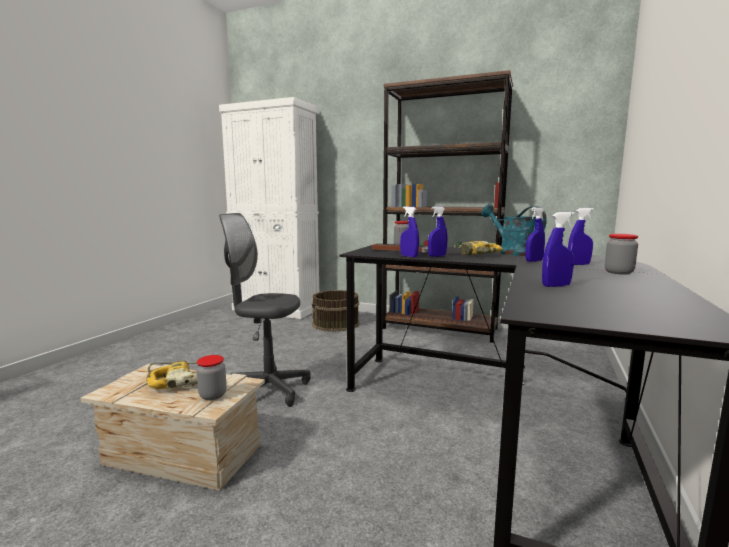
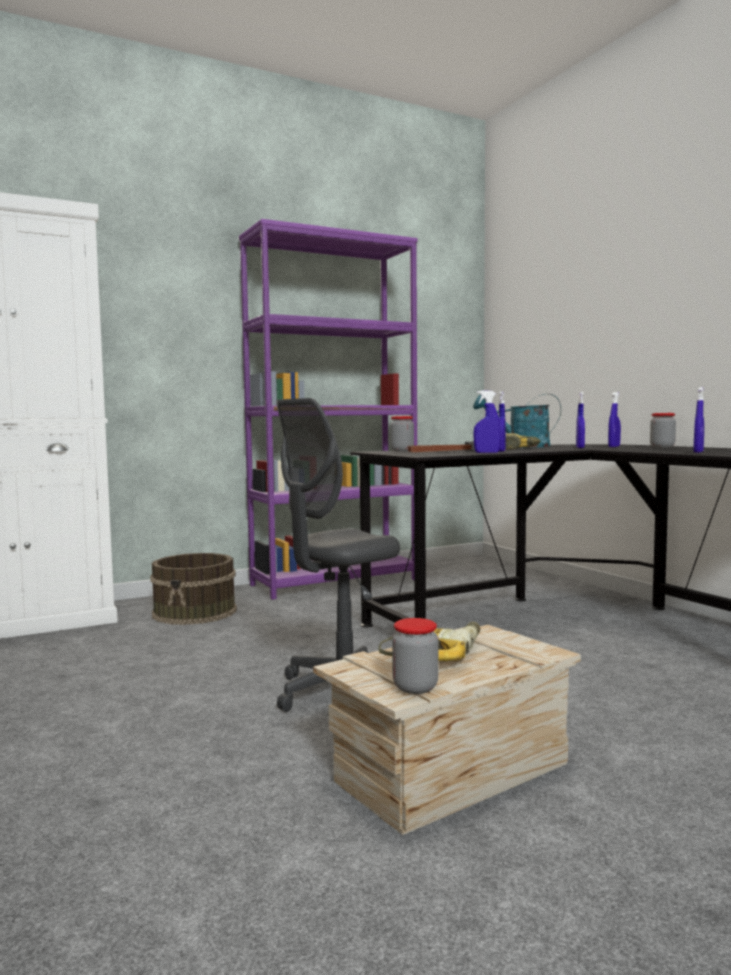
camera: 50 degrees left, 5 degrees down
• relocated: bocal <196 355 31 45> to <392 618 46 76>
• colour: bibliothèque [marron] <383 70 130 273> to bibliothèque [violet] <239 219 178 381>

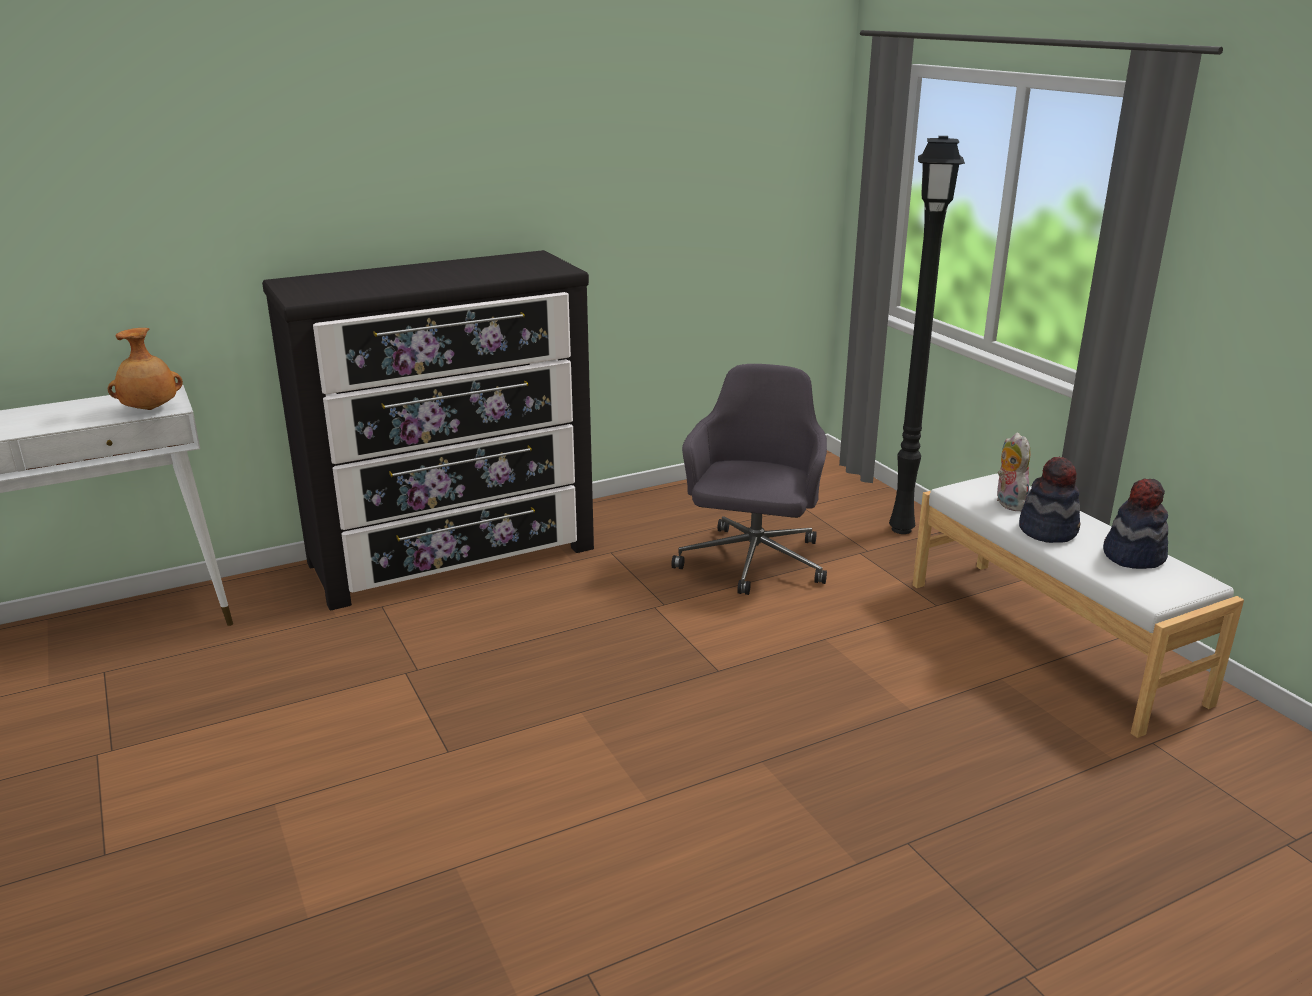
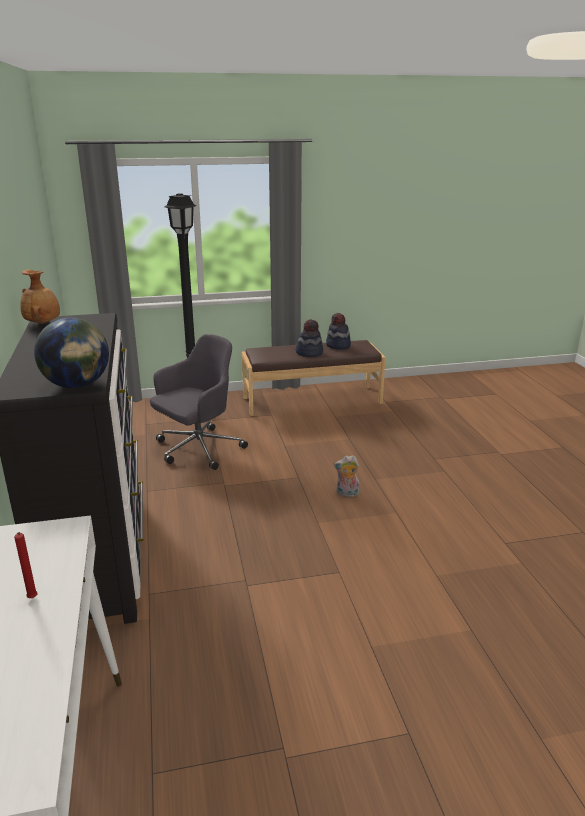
camera: 75 degrees left, 0 degrees up
• appeared: bougie [rouge] <14 532 24 66>
• appeared: globe <34 318 75 70>
• relocated: vase [marron] <108 328 75 82> to <20 269 40 55>
• relocated: peluche <997 433 34 78> to <334 455 25 42>
• colour: banc [blanc] <912 473 332 265> to banc [marron] <242 340 144 76>
• spun: chaise de bureau [gris] <671 364 156 231> = <150 334 98 136> 105 degrees clockwise

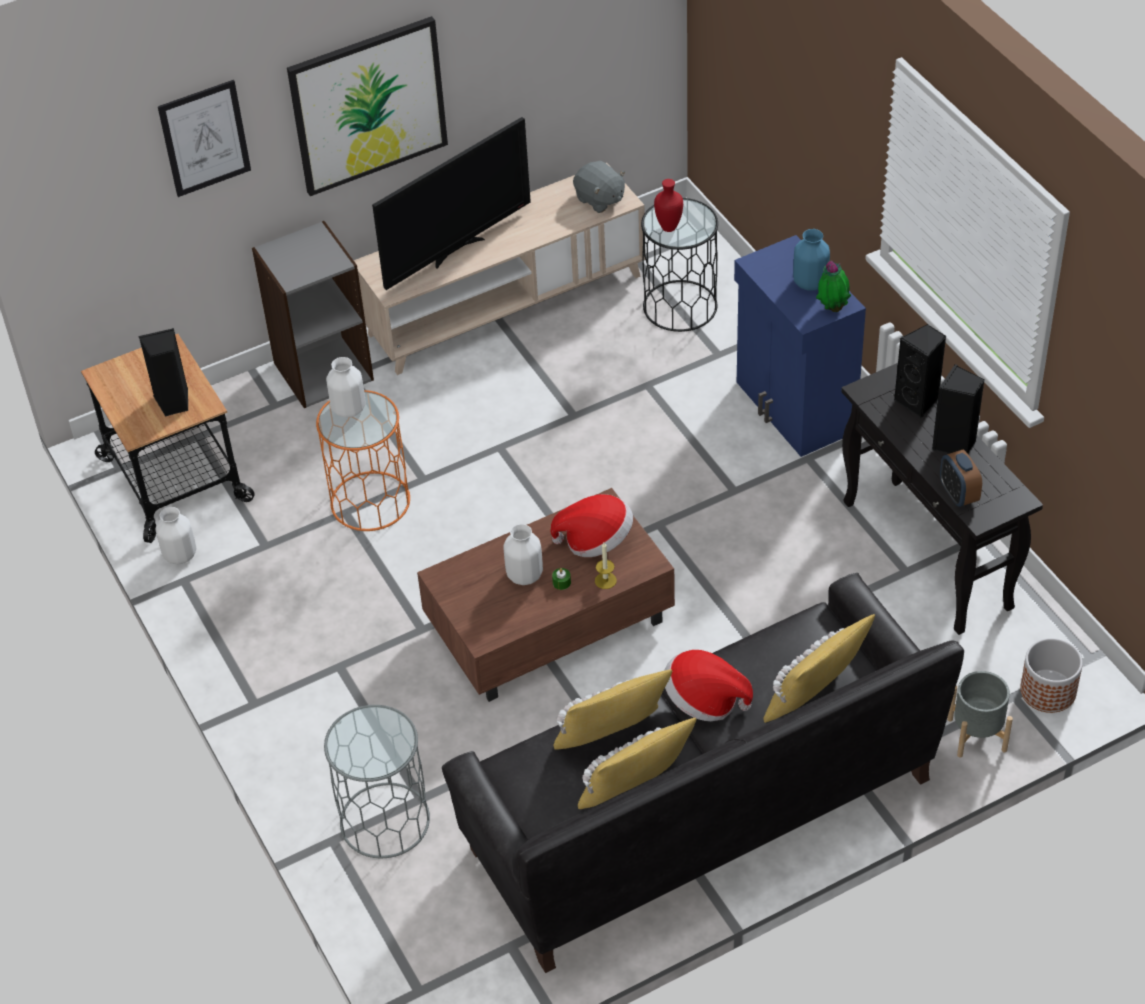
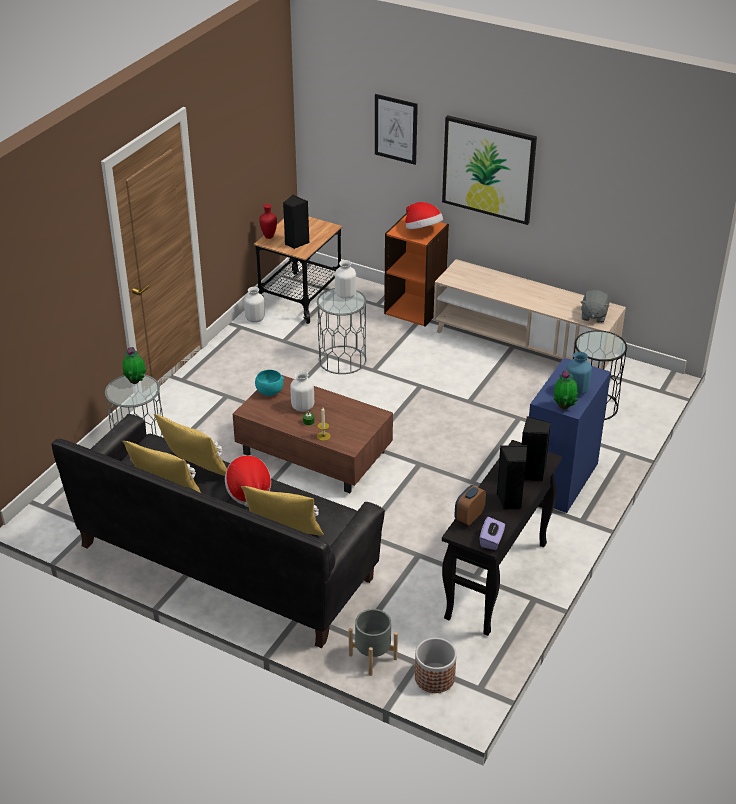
camera: 55 degrees right, 10 degrees down
• missing: téléviseur <372 117 159 173>
• appeared: plante en pot <123 347 24 37>
• appeared: bol [turquoise] <255 370 29 26>
• appeared: boîte à mouchoirs [violet] <480 517 25 33>
• relocated: chapeau <551 494 82 63> to <405 202 38 27>
• relocated: vase [rouge] <654 179 29 53> to <259 204 18 35>
• colour: bibliothèque [gris] <252 221 122 187> to bibliothèque [orange] <384 213 65 114>
• colour: table d'appoint [orange] <316 390 94 141> to table d'appoint [gris] <317 288 50 86>

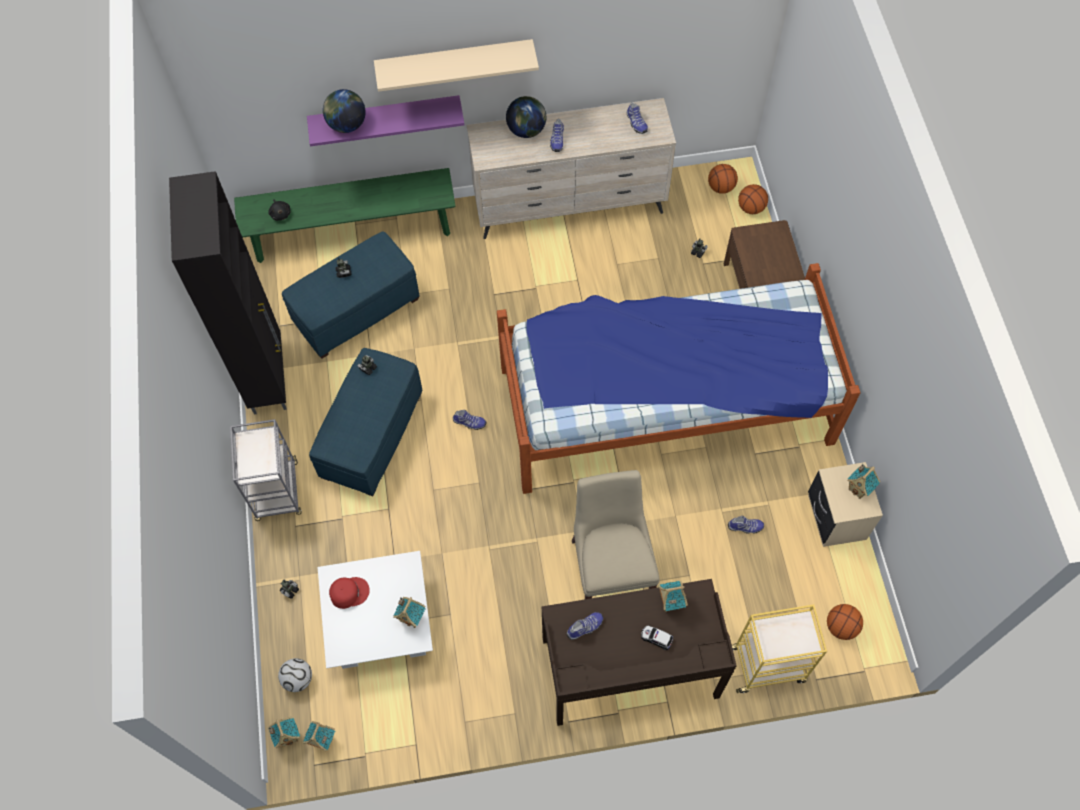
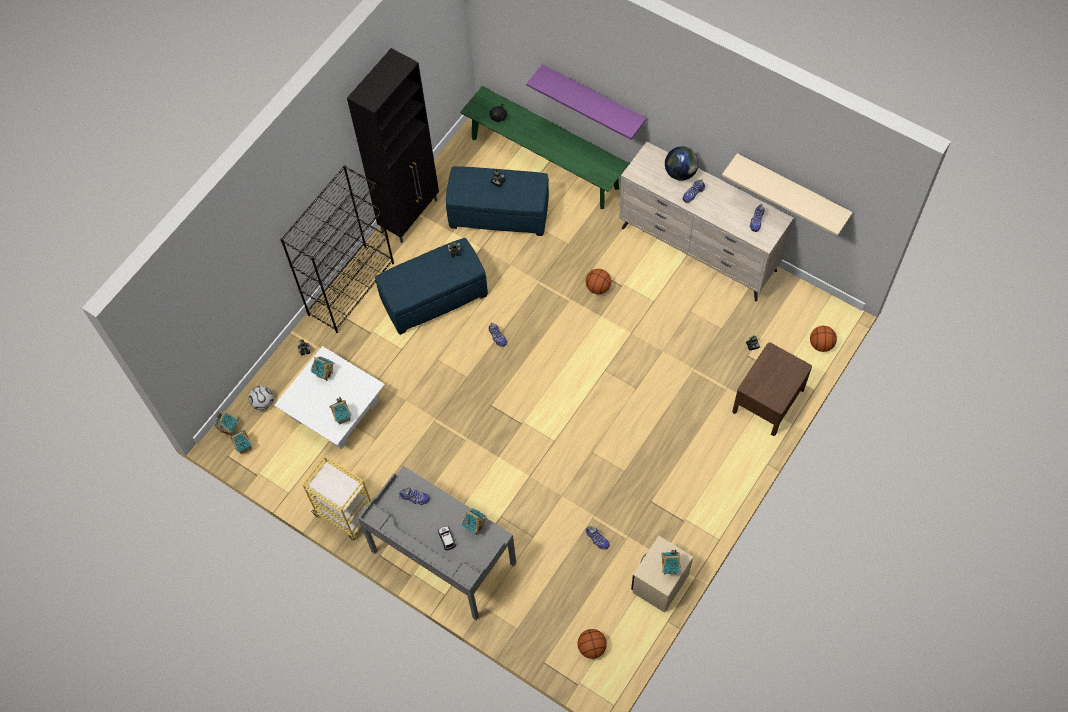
camera: 45 degrees right, 0 degrees up
• missing: globe <323 89 43 44>
• missing: lit <497 263 364 231>
• missing: chaise [beige] <572 470 88 129>
• relocated: étagère [beige] <374 39 165 53> to <722 153 131 83>
• relocated: ballon de basket <708 164 30 30> to <586 269 25 25>
• relocated: chariot [jaune] <732 604 95 89> to <302 456 69 84>
• exchanged: chariot [gris] <230 419 72 102> to bibliothèque [noir] <280 165 114 168>
• exchanged: casquette [rouge] <329 577 41 32> to maison miniature <310 356 24 25>
• colour: bureau [marron] <542 579 195 147> to bureau [gris] <358 466 158 154>

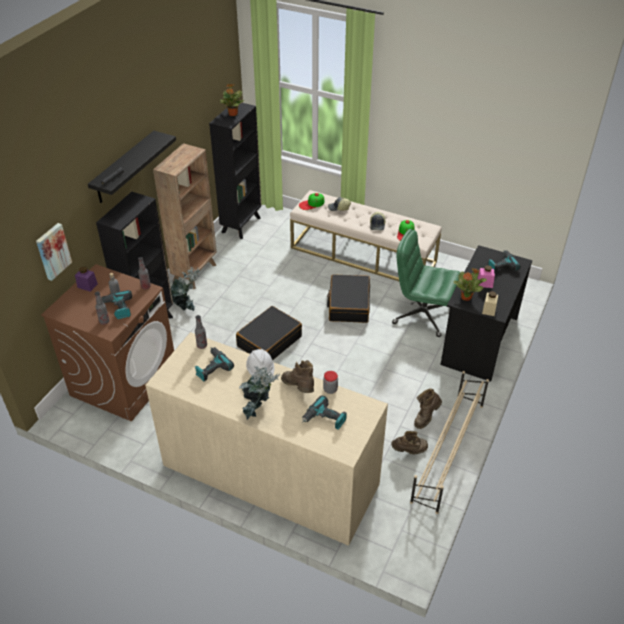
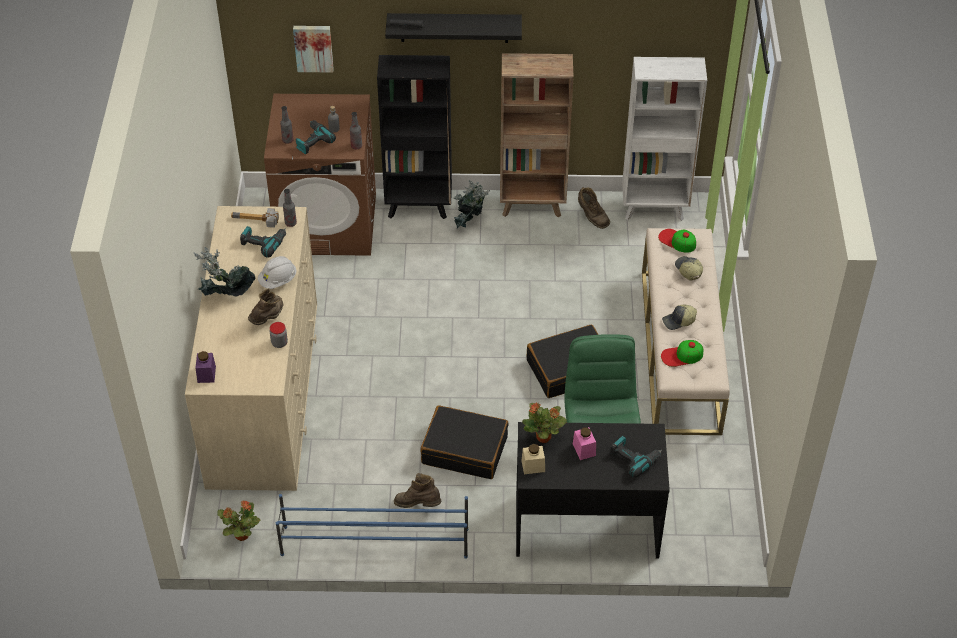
camera: 65 degrees right, 5 degrees up
• missing: perceuse <302 395 45 35>
• appeared: marteau <231 208 48 20>
• relocated: bocal [violet] <75 266 23 26> to <196 351 20 32>
• relocated: plante en pot <219 84 25 32> to <218 500 43 41>
• relocated: valise [noir] <236 306 66 54> to <421 405 88 74>
• relocated: botte [marron] <391 431 37 24> to <578 187 32 42>
• colour: bibliothèque [noir] <209 102 52 137> to bibliothèque [blanc] <622 57 85 164>
• colour: étagère à chaussures [beige] <410 371 79 143> to étagère à chaussures [bleu] <276 494 192 65>

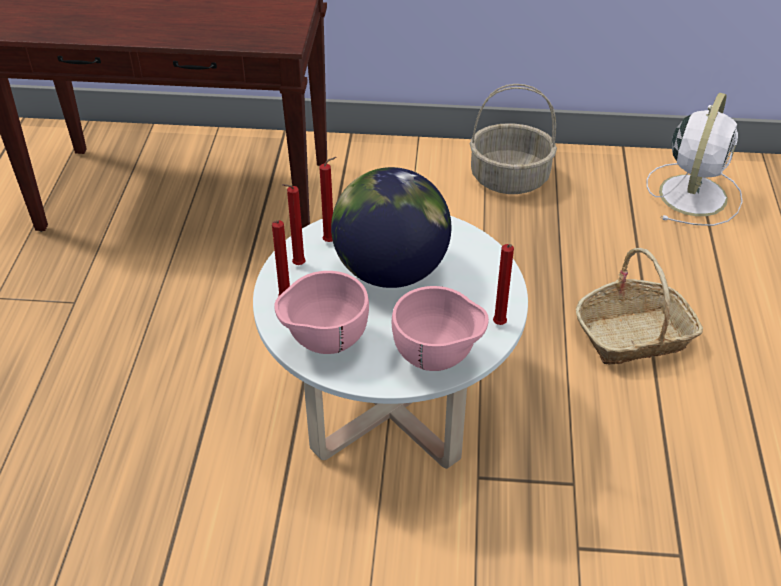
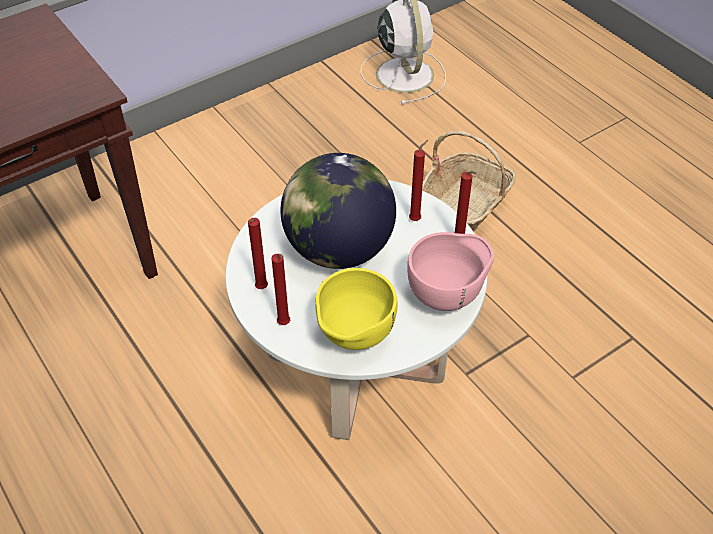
camera: 40 degrees left, 5 degrees up
• missing: panier <470 84 87 110>
• relocated: bougie [rouge] <319 157 17 85> to <409 140 19 81>
• colour: bol [rose] <274 271 95 83> to bol [jaune] <315 268 83 82>

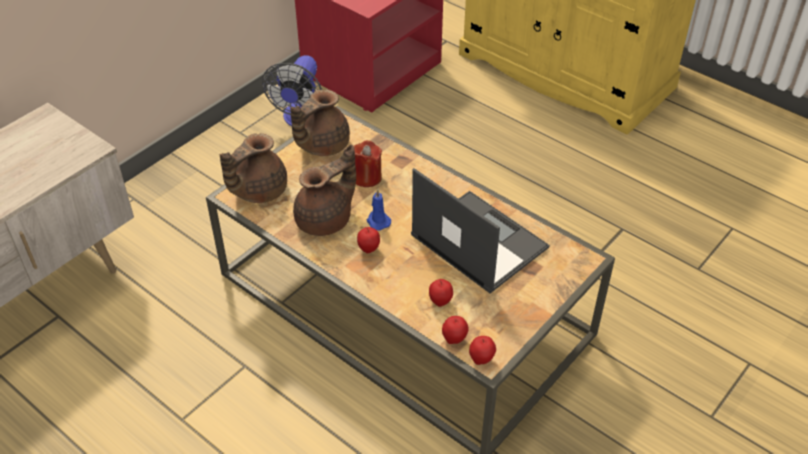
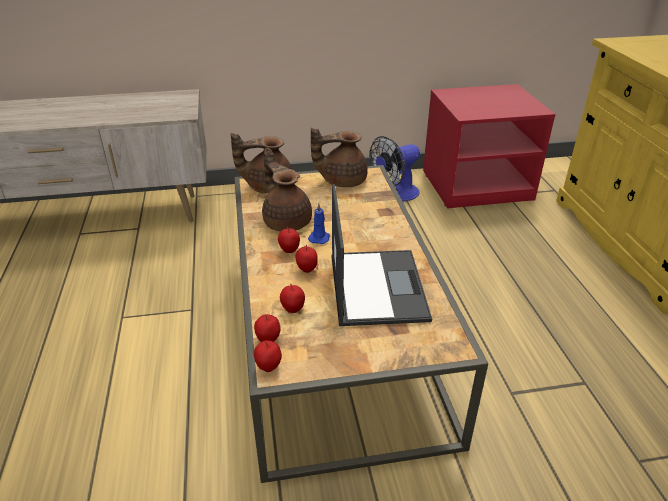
camera: 40 degrees right, 10 degrees down
• missing: bougie [rouge] <354 140 28 47>
• appeared: pomme <296 245 22 28>
• spun: théière [marron] <293 144 63 92> = <262 148 50 83> 120 degrees counterclockwise

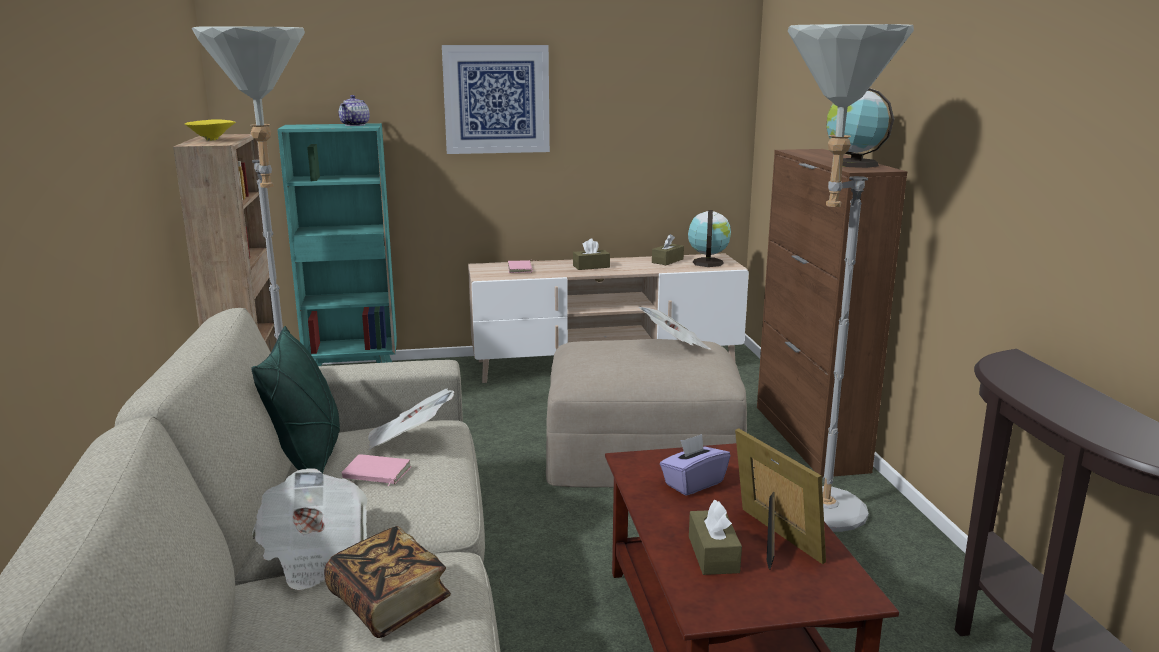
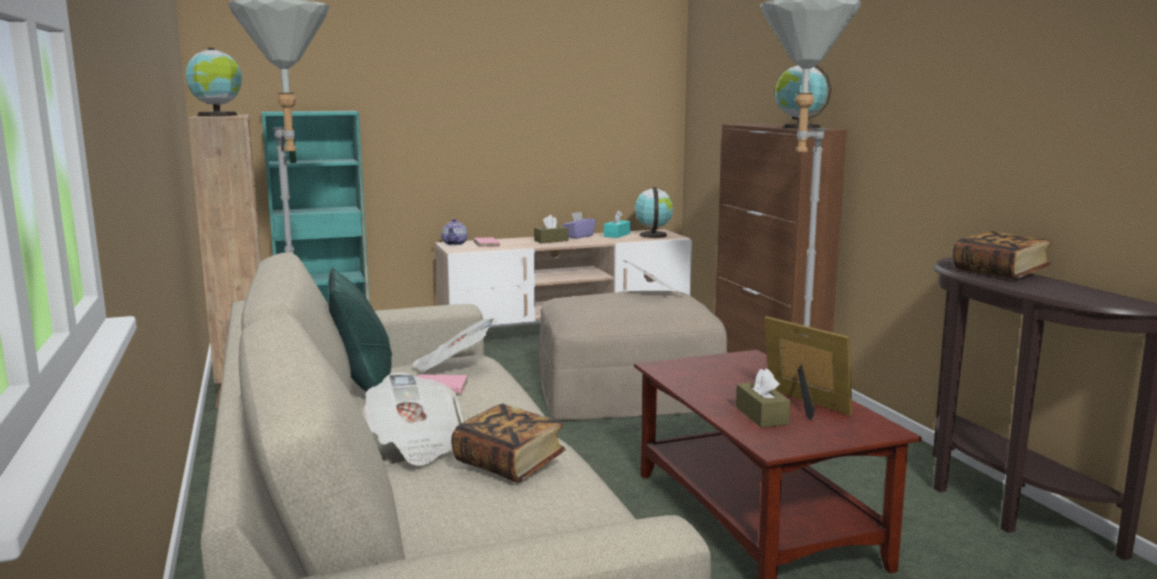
camera: 10 degrees left, 5 degrees down
• missing: tableau <442 45 108 109>
• appeared: livre <953 231 99 48>
• relocated: théière <339 95 31 31> to <441 219 27 26>
• relocated: boîte à mouchoirs [violet] <660 434 71 62> to <562 212 34 27>
• exchanged: bol [jaune] <185 119 51 22> to globe <186 48 56 68>
• colour: boîte à mouchoirs [marron] <652 234 32 31> to boîte à mouchoirs [turquoise] <604 210 27 28>

